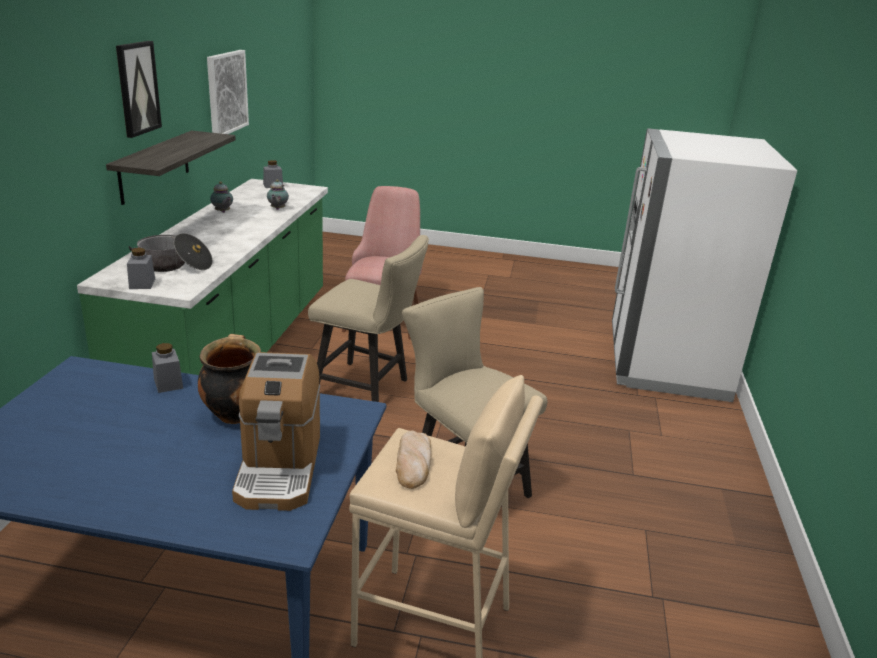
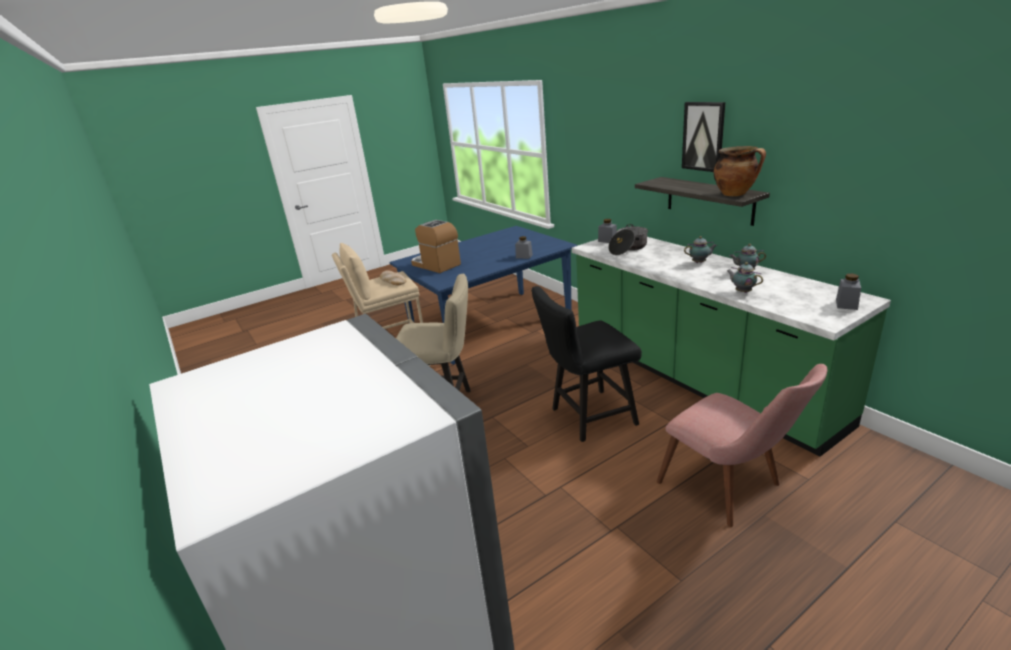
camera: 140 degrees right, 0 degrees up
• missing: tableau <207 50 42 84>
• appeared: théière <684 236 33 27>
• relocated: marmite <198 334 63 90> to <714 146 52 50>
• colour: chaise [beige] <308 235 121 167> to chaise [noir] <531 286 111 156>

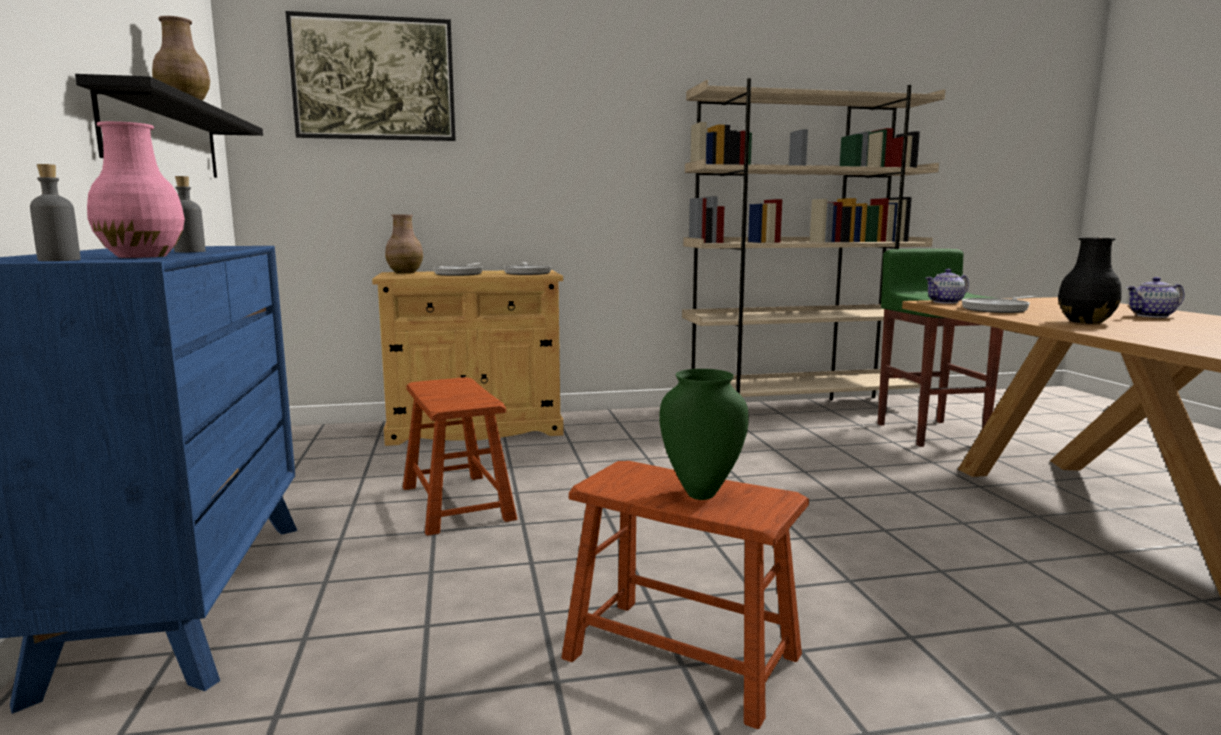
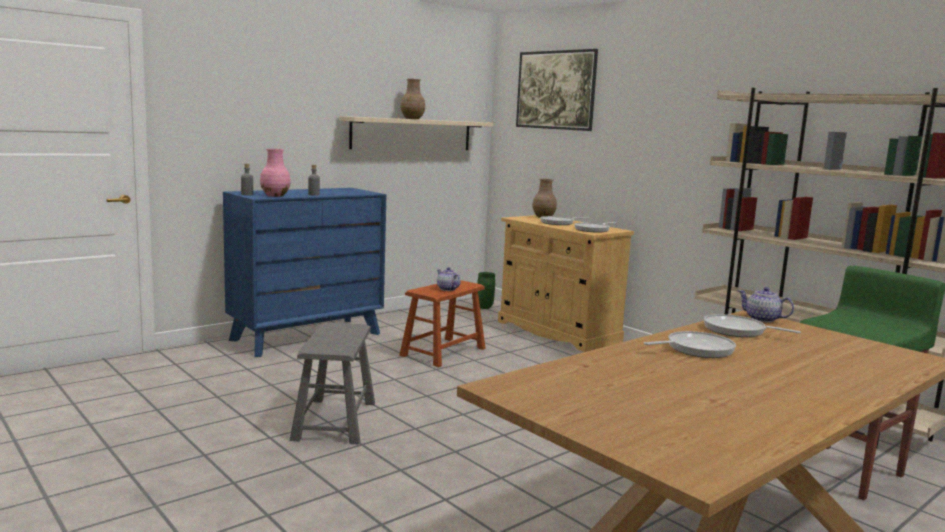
camera: 60 degrees right, 0 degrees up
• relocated: vase [vert] <659 369 90 131> to <477 272 18 37>
• relocated: théière <1126 277 59 41> to <437 267 24 24>
• exchanged: vase [noir] <1058 238 64 86> to poêle <644 331 92 27>
• colour: étagère [noir] <75 74 188 104> to étagère [beige] <339 116 154 34>
• colour: tabouret [marron] <561 461 248 268> to tabouret [gris] <290 322 85 122>

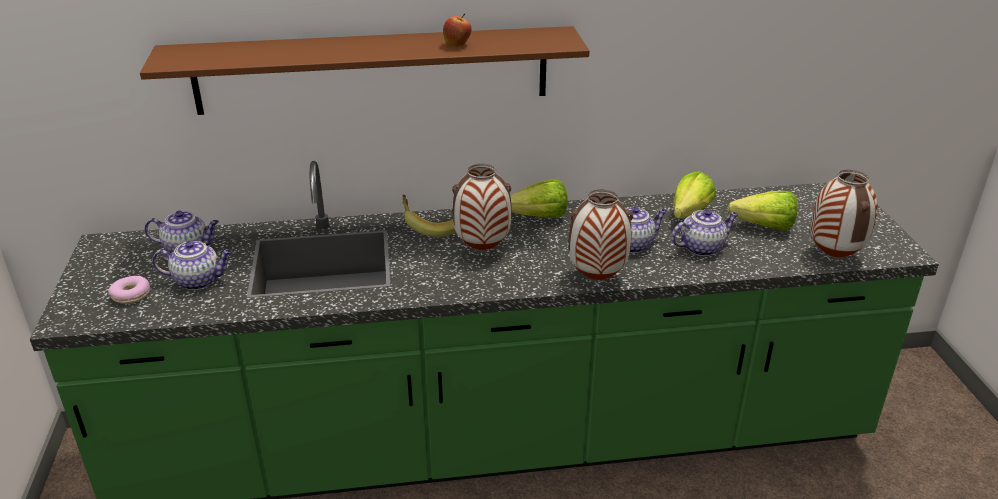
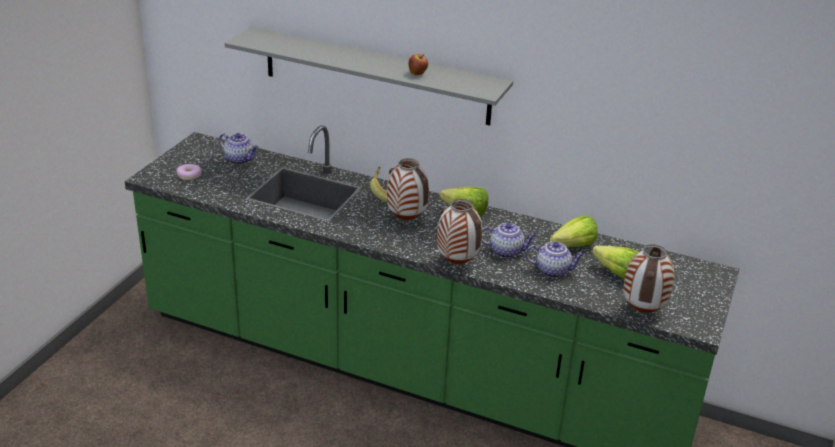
camera: 30 degrees right, 0 degrees up
• missing: théière <152 241 80 49>
• colour: étagère [marron] <140 26 449 89> to étagère [gris] <225 27 288 99>

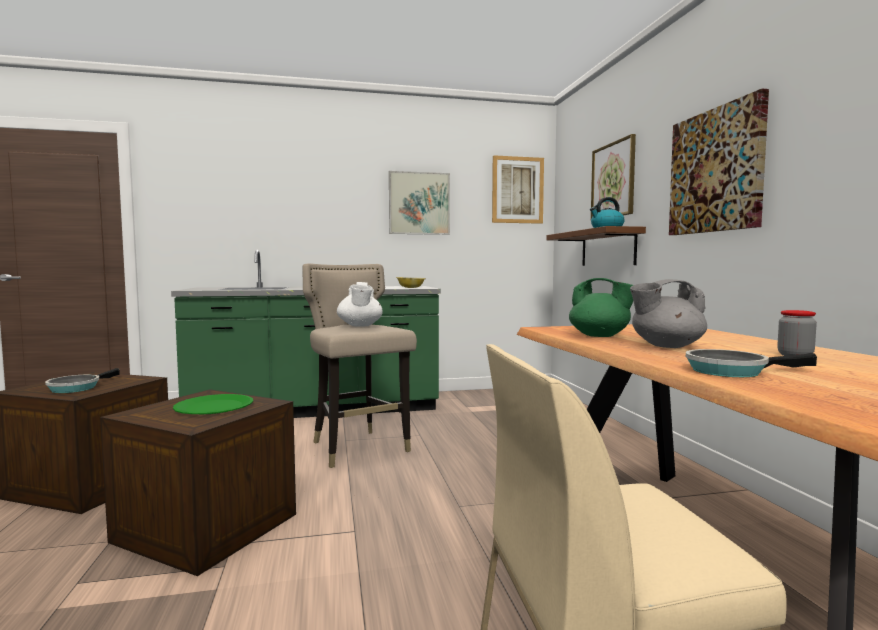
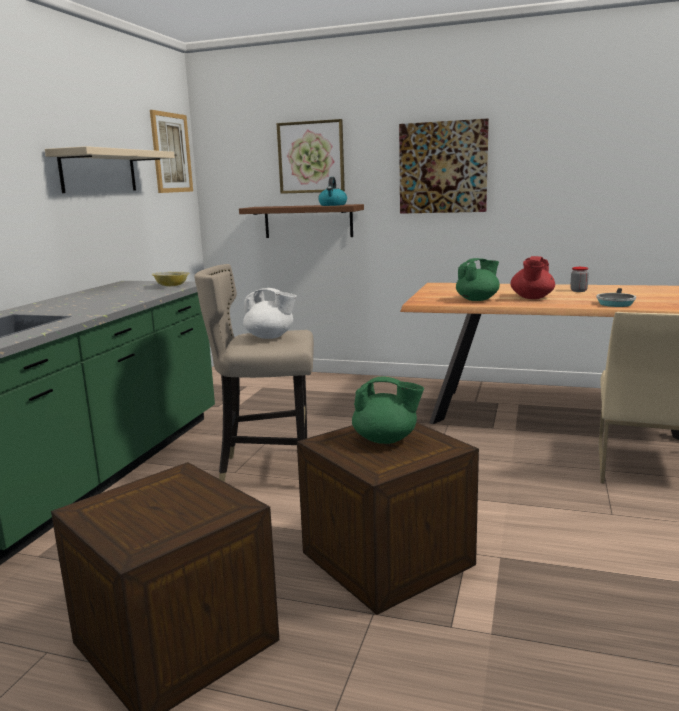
camera: 60 degrees left, 10 degrees up
• missing: poêle <45 368 75 25>
• exchanged: assiette [vert] <173 394 80 20> to théière [vert] <352 377 72 67>
• exchanged: tableau <389 171 61 64> to étagère [beige] <45 146 130 47>
• colour: théière [gris] <630 279 77 69> to théière [rouge] <510 256 45 43>

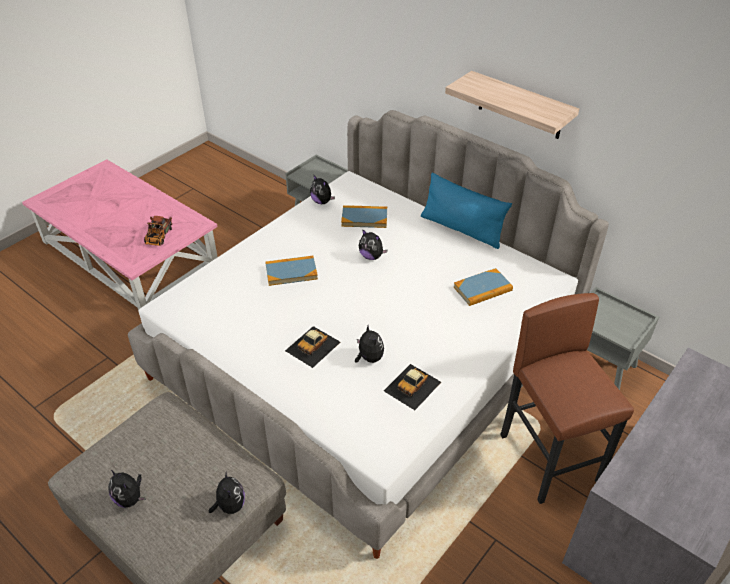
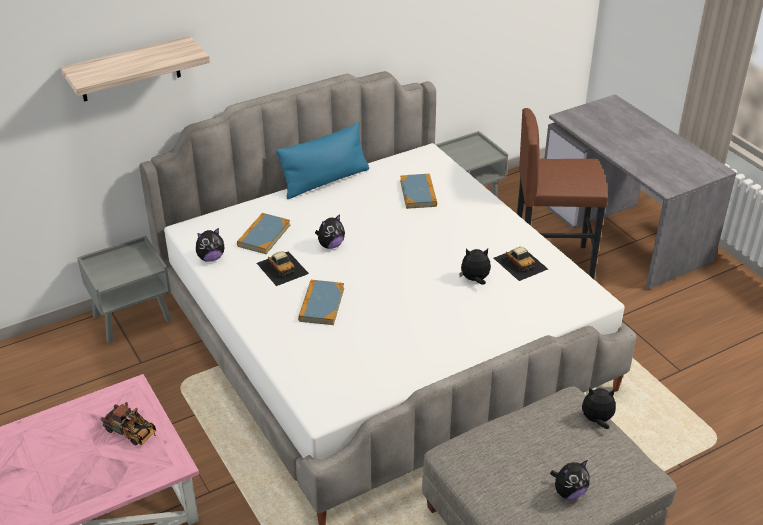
camera: 70 degrees left, 5 degrees down
• relocated: petite voiture <285 326 55 42> to <257 251 52 35>
• relocated: étagère <445 71 134 68> to <61 36 149 66>

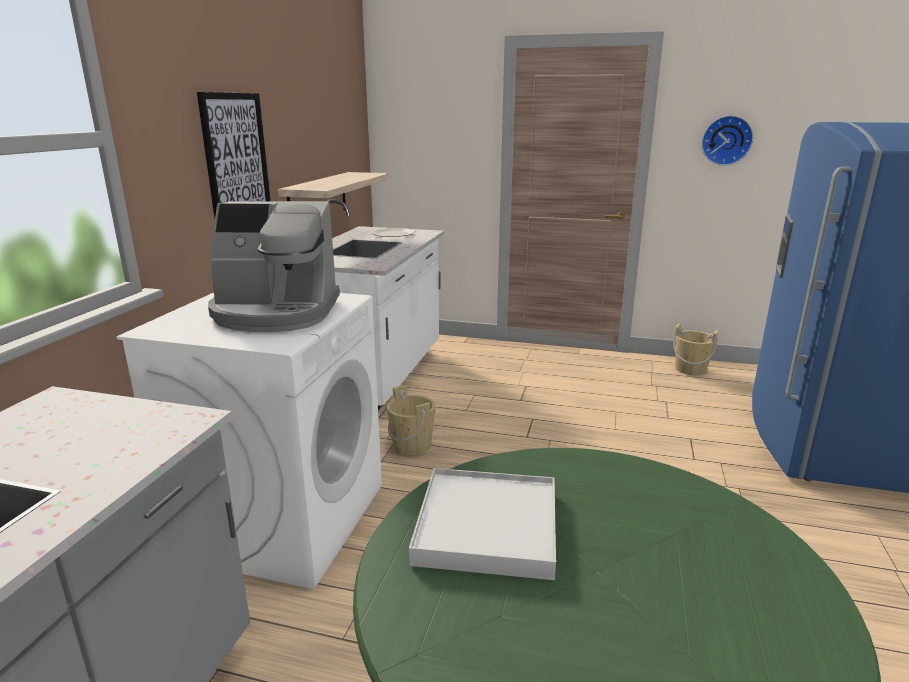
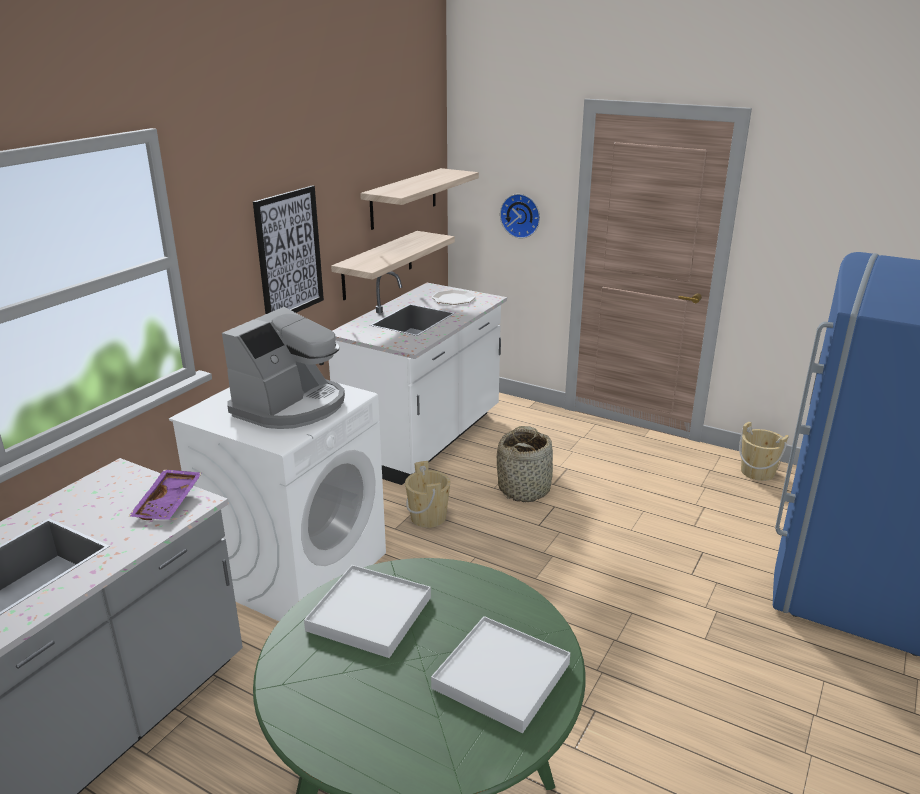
camera: 15 degrees right, 5 degrees up
• appeared: plateau [violet] <129 470 73 50>
• appeared: étagère <360 168 119 62>
• appeared: plateau [blanc] <431 616 139 117>
• appeared: panier <497 426 56 76>
• relocated: horloge murale <702 115 51 51> to <500 194 40 44>
• spun: machine à café <208 201 132 131> = <222 307 123 122> 75 degrees counterclockwise

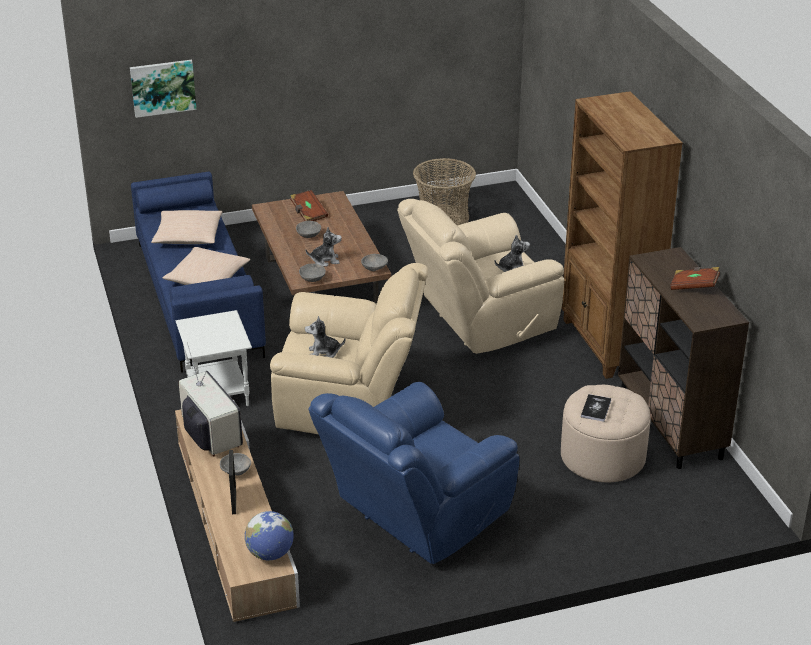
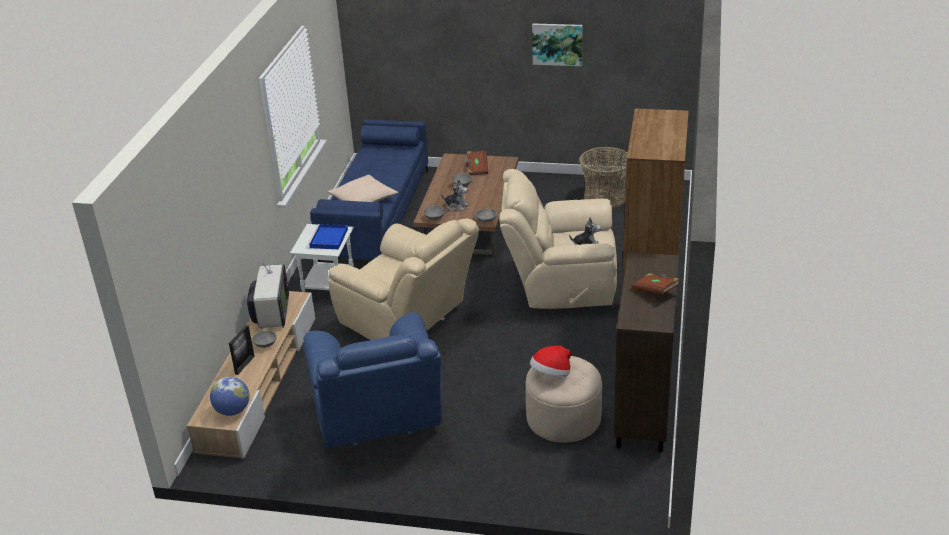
camera: 30 degrees right, 0 degrees up
• missing: coussin [beige] <151 210 71 34>
• missing: peluche <305 316 40 42>
• appeared: plateau [bleu] <308 224 40 25>
• relocated: tableau <130 60 67 58> to <532 23 50 43>
• exchanged: livre <581 394 31 28> to chapeau <530 346 41 31>
• spun: fauteuil [bleu] <308 382 211 182> = <303 312 139 136> 90 degrees counterclockwise

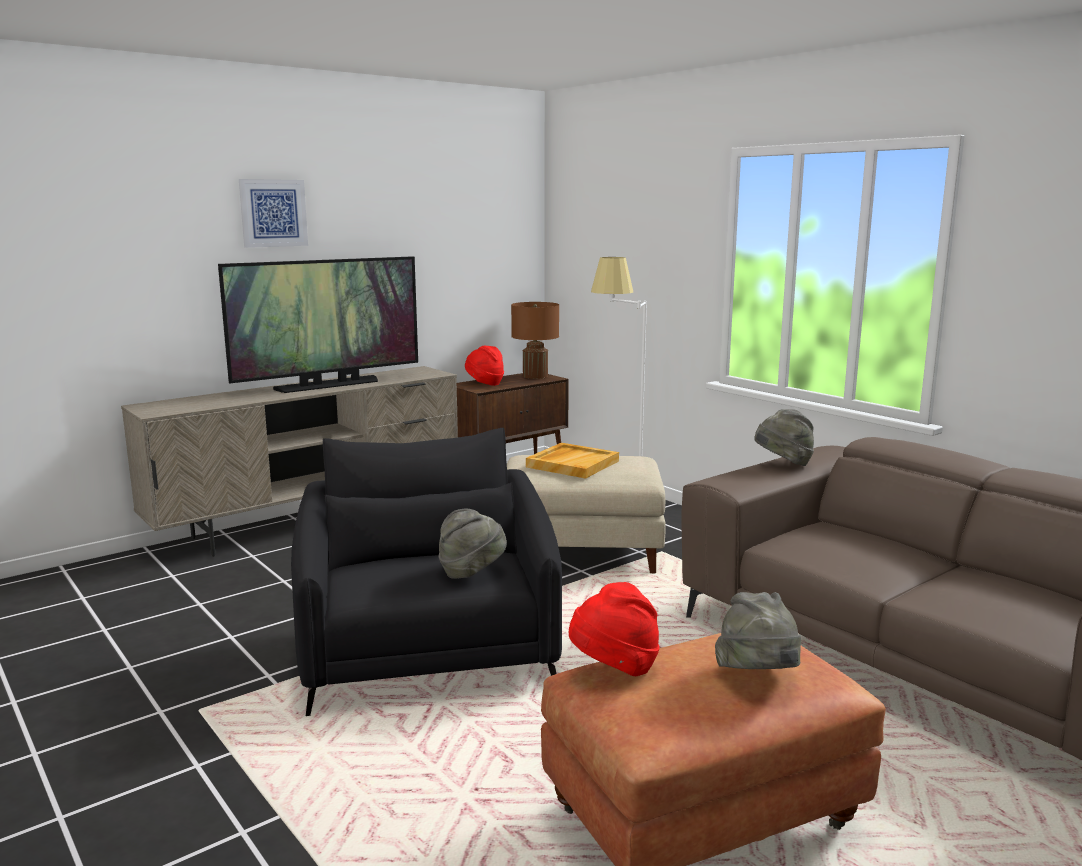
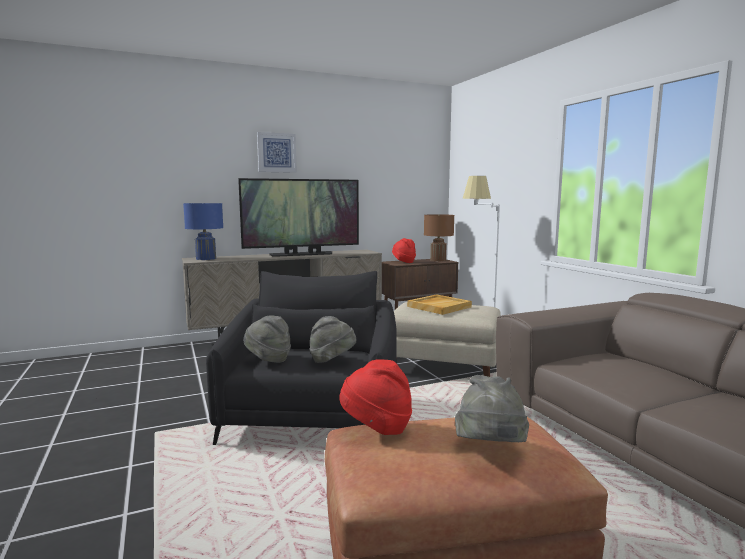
camera: 15 degrees right, 5 degrees down
• appeared: lampe de table [bleu] <183 203 40 57>
• relocated: chapeau [gris] <754 409 60 57> to <243 315 48 48>

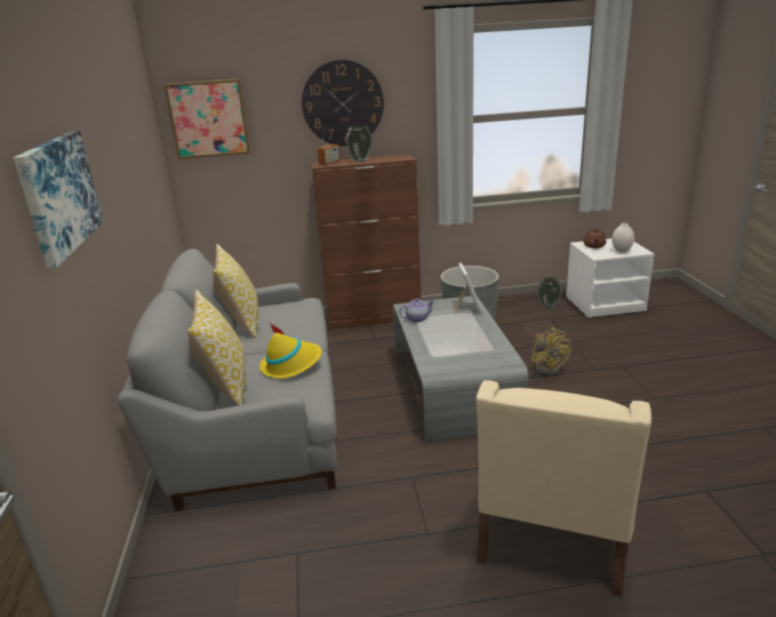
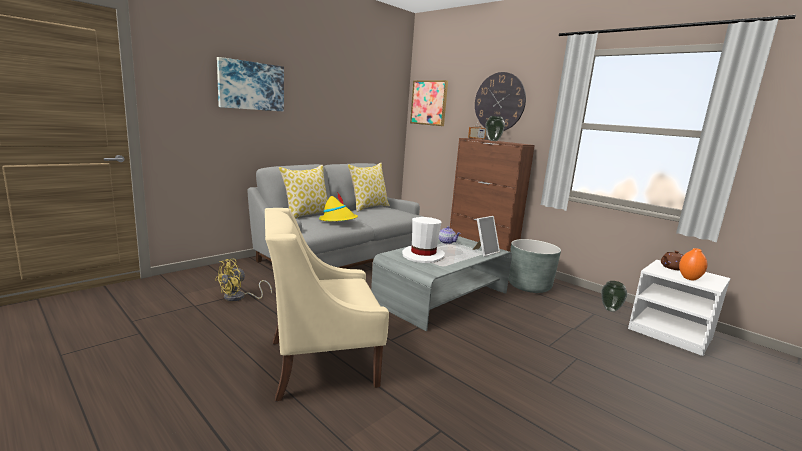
camera: 50 degrees right, 10 degrees down
• appeared: chapeau [blanc] <402 217 43 46>
• relocated: ventilateur [jaune] <532 327 39 49> to <215 259 57 42>
• colour: vase [blanc] <612 223 23 30> to vase [orange] <679 248 29 32>

